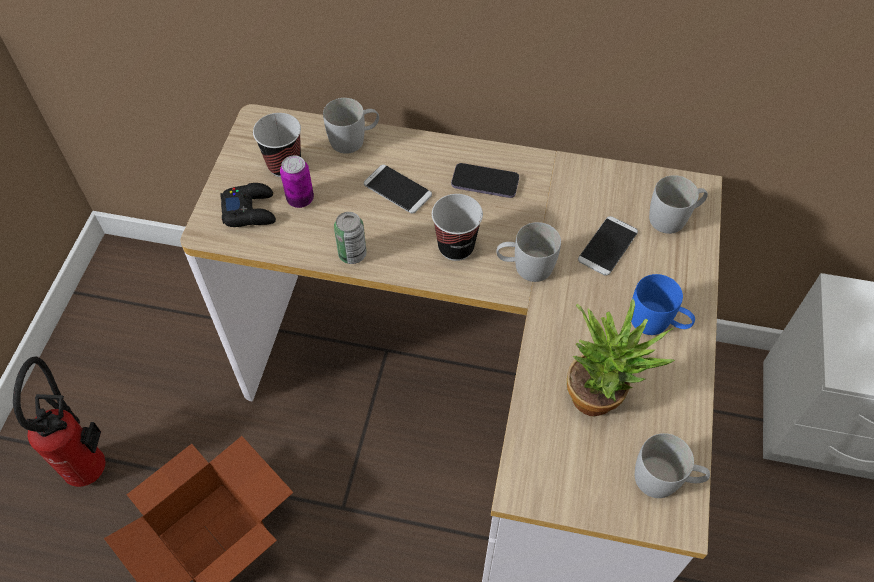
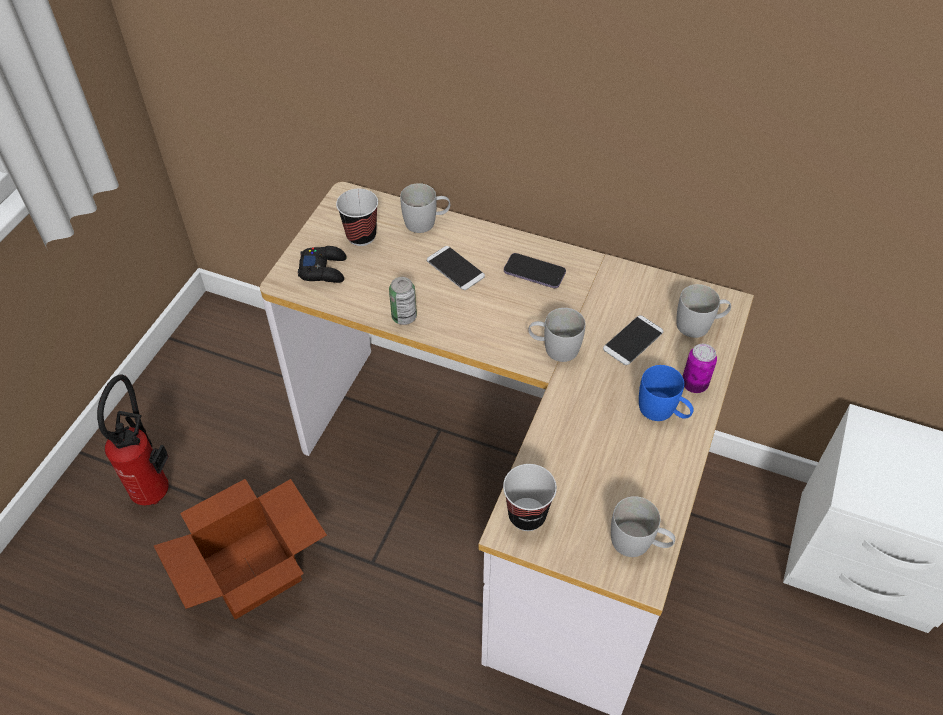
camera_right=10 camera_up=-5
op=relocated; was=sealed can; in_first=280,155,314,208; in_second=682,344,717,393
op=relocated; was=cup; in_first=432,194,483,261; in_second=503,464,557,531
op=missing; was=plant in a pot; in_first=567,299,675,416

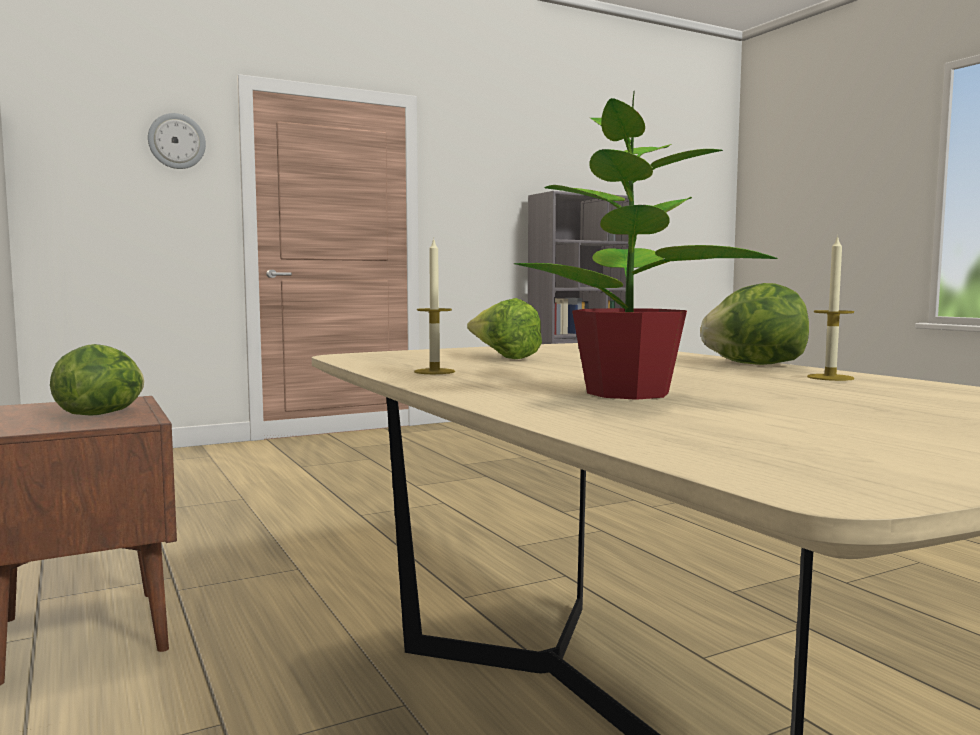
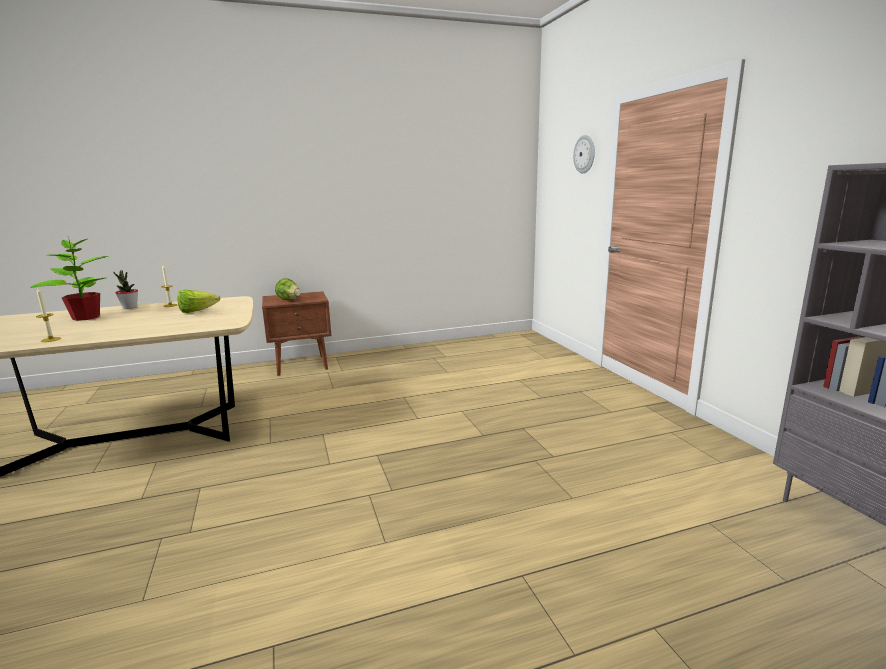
camera_right=100 camera_up=10
op=missing; was=head of lettuce; in_first=700,283,809,365
op=appeared; now=plant in a pot; in_second=113,270,138,309

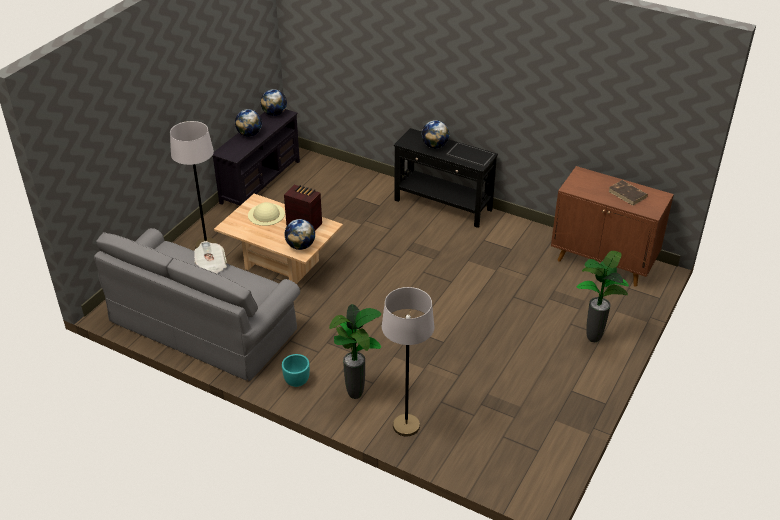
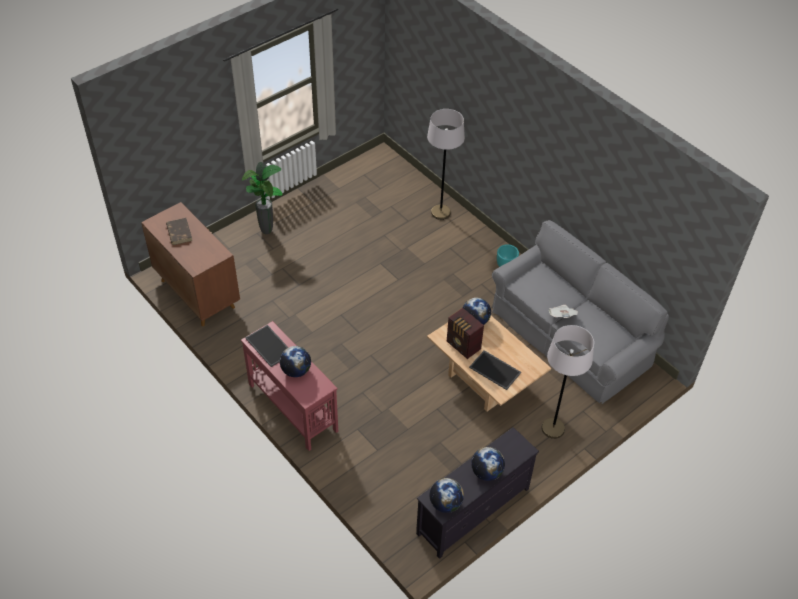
camera_right=-160 camera_up=10
op=colour; was=black-coloured narrow table; now=red-coloured narrow table; in_first=394,128,498,228; in_second=241,321,338,451
op=exchanged; was=sand-coloured hat; now=tray; in_first=248,202,285,226; in_second=469,350,521,390
op=missing; was=plant in a pot; in_first=329,304,381,399

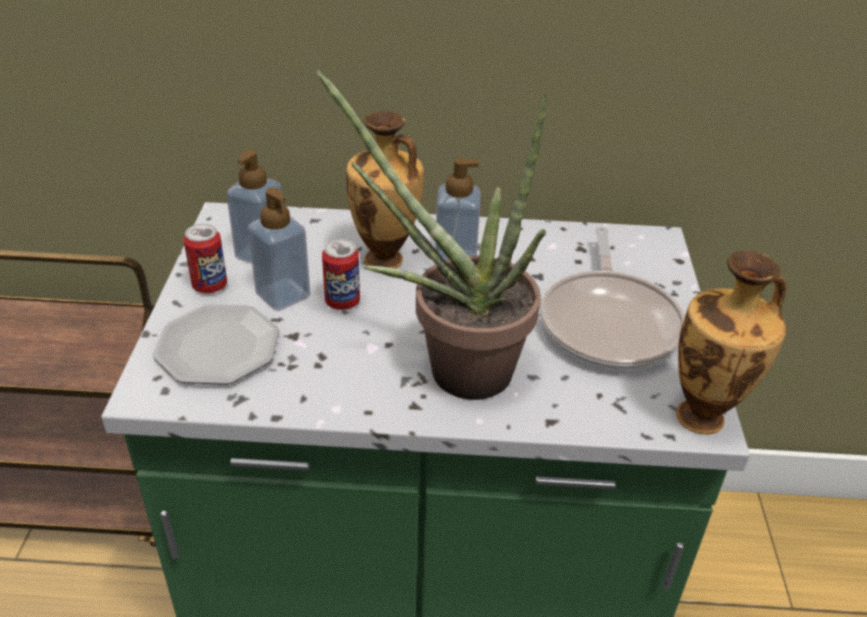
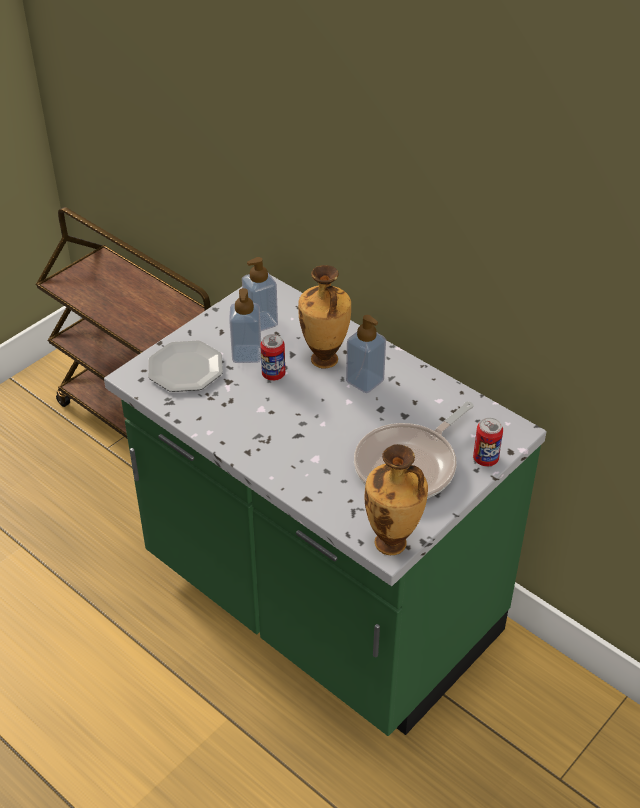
camera_right=40 camera_up=5
op=missing; was=plant in a pot; in_first=316,70,547,400
op=relocated; was=sealed can; in_first=183,224,227,293; in_second=473,418,503,467

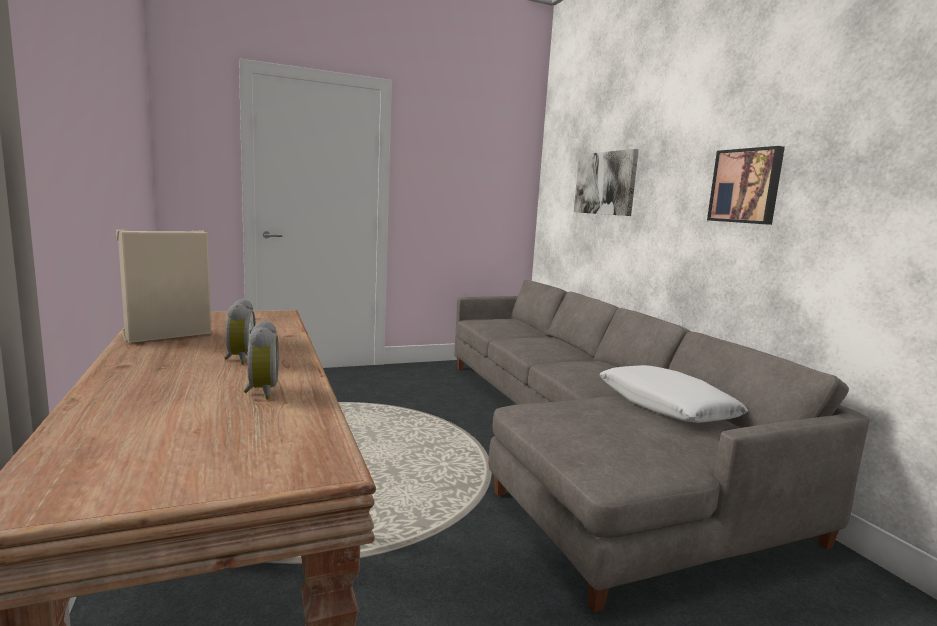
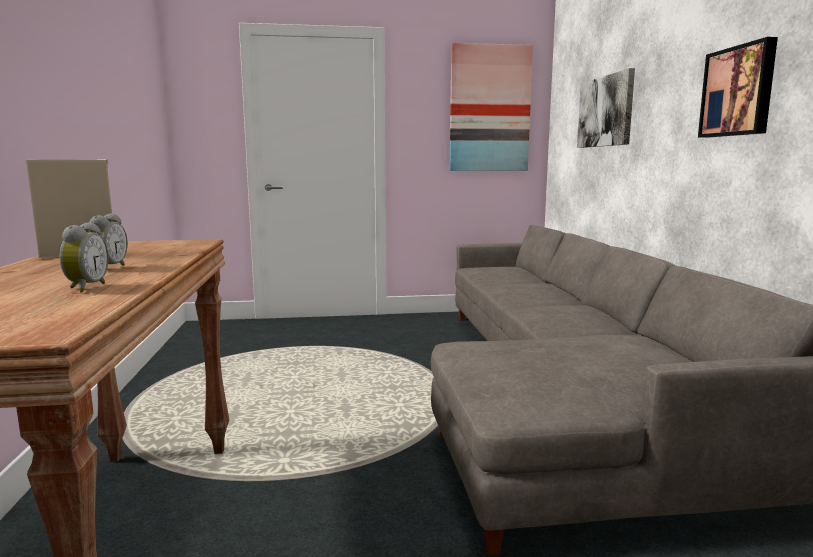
camera_right=15 camera_up=0
op=missing; was=whitish pillow; in_first=599,365,748,423
op=appeared; now=wall art; in_second=450,43,533,171

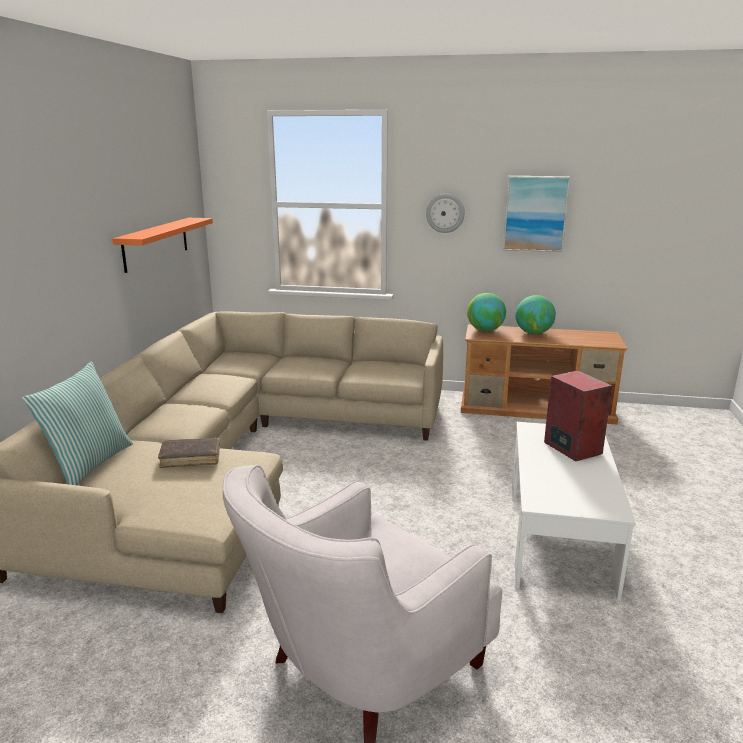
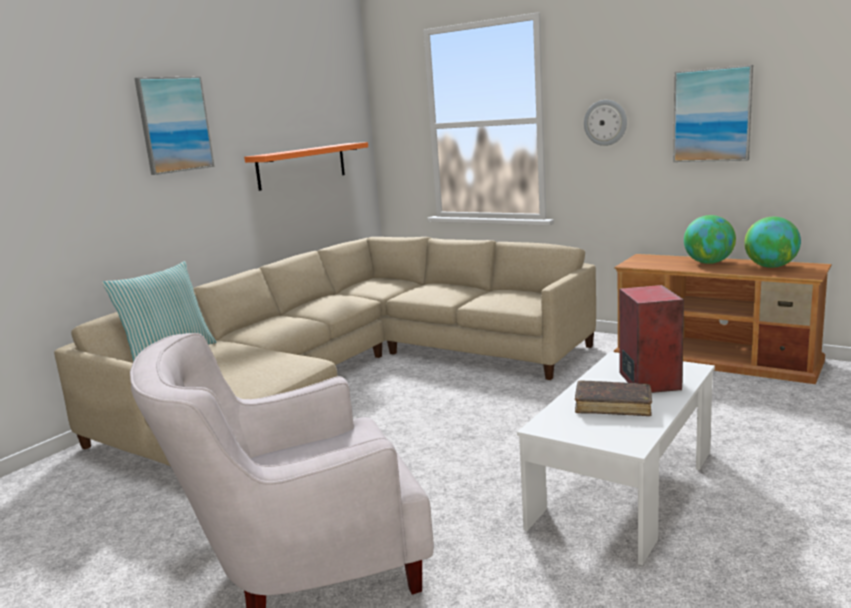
camera_right=25 camera_up=-5
op=relocated; was=desk globe; in_first=467,293,506,331; in_second=744,217,801,268
op=relocated; was=brown volume; in_first=158,438,220,468; in_second=575,381,652,416
op=appeared; now=wall art; in_second=134,76,215,175

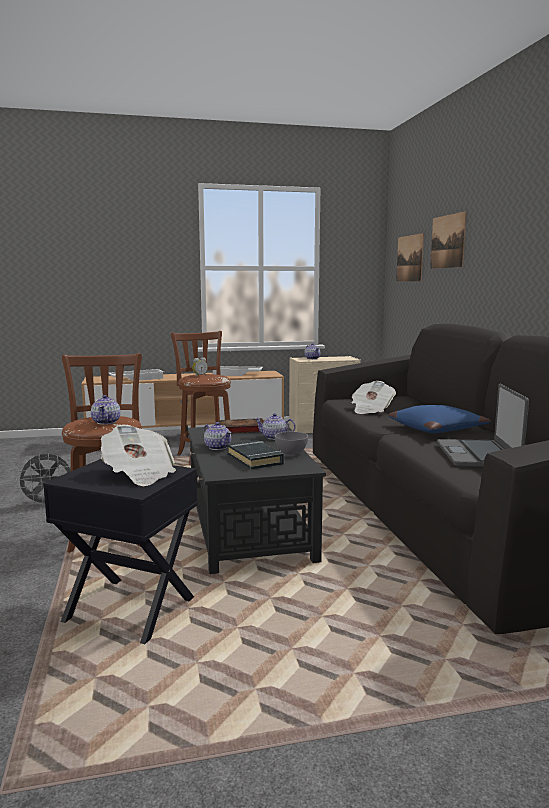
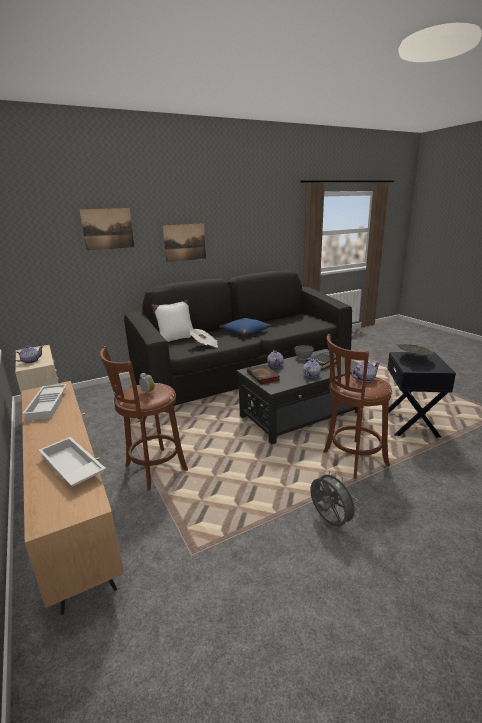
camera_right=-105 camera_up=10
op=relocated; was=wall art; in_first=396,233,424,282; in_second=163,223,206,262
op=missing; was=notebook computer; in_first=437,384,529,467
op=appeared; now=whitish pillow; in_second=151,300,194,342

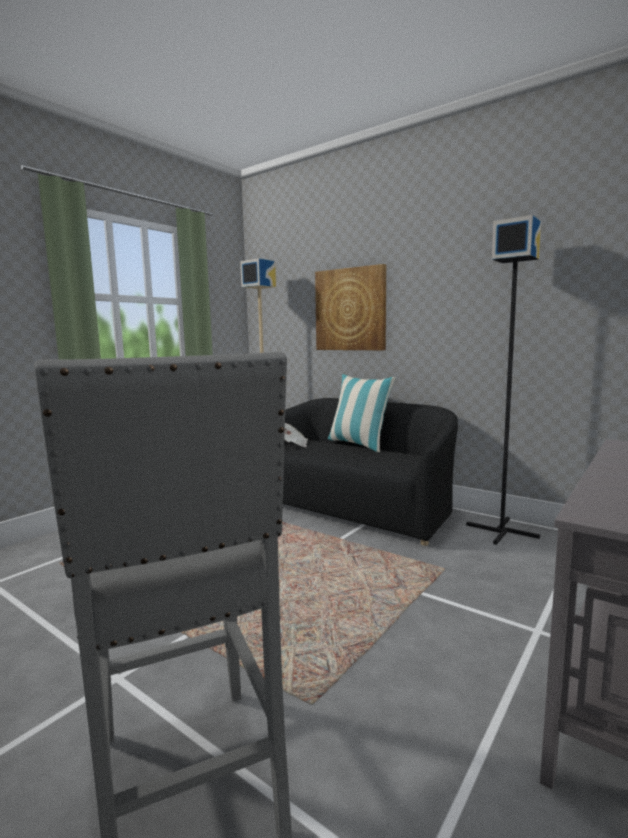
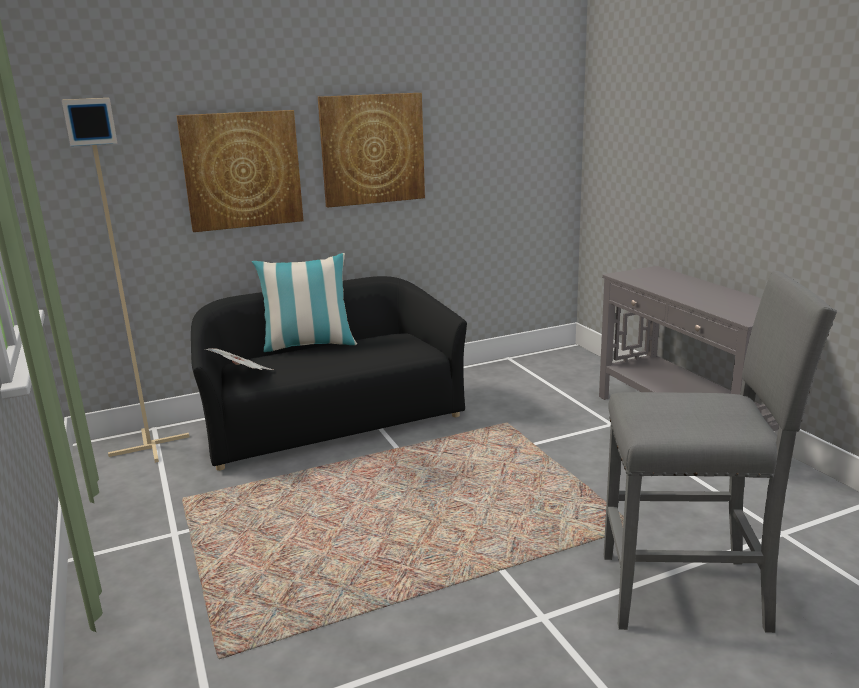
camera_right=-60 camera_up=10
op=missing; was=black-coloured floor lamp; in_first=466,215,541,545
op=appeared; now=wall art; in_second=318,93,425,207

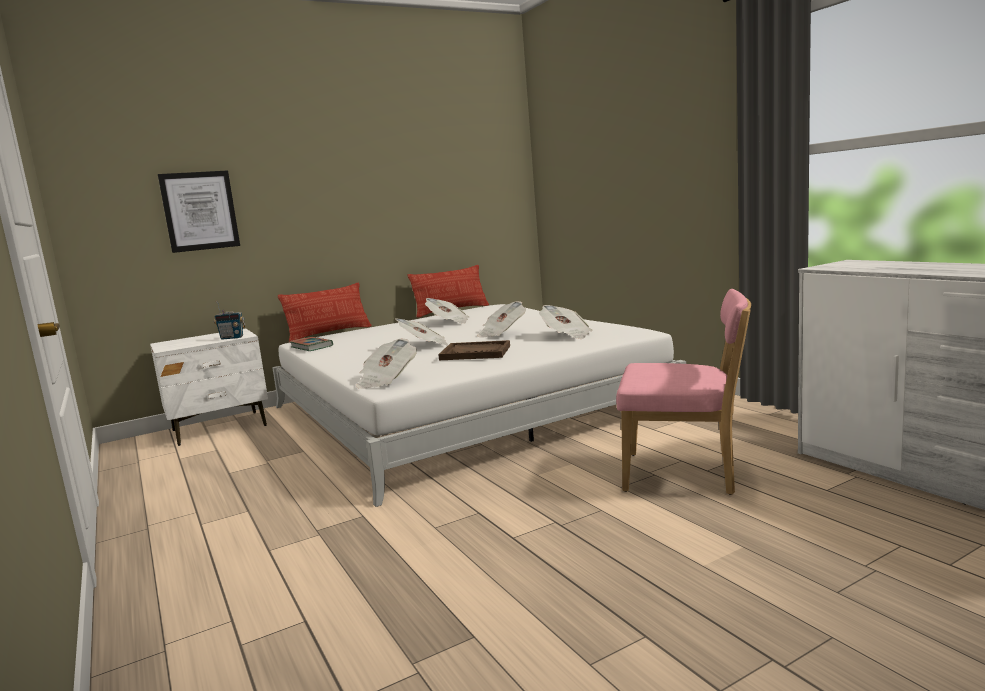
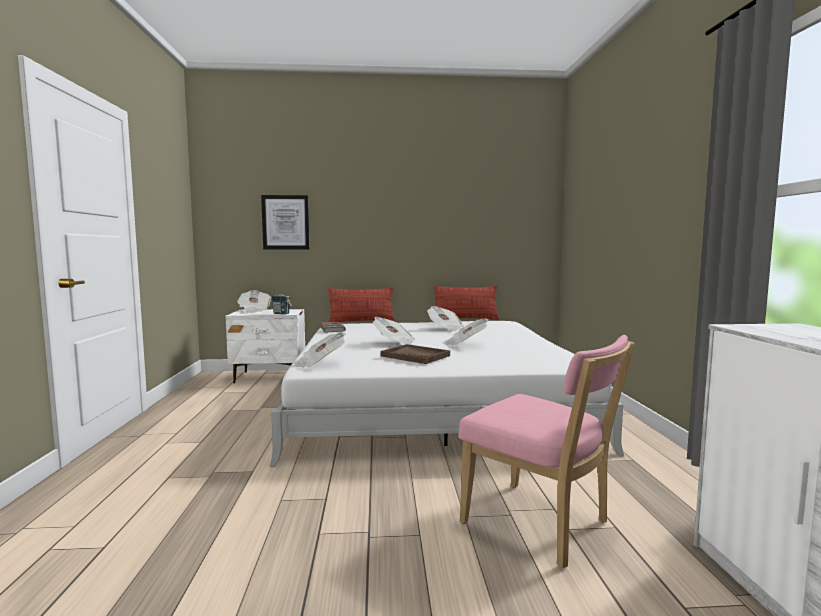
camera_right=25 camera_up=-5
op=relocated; was=printed paper; in_first=539,305,592,339; in_second=237,290,271,313

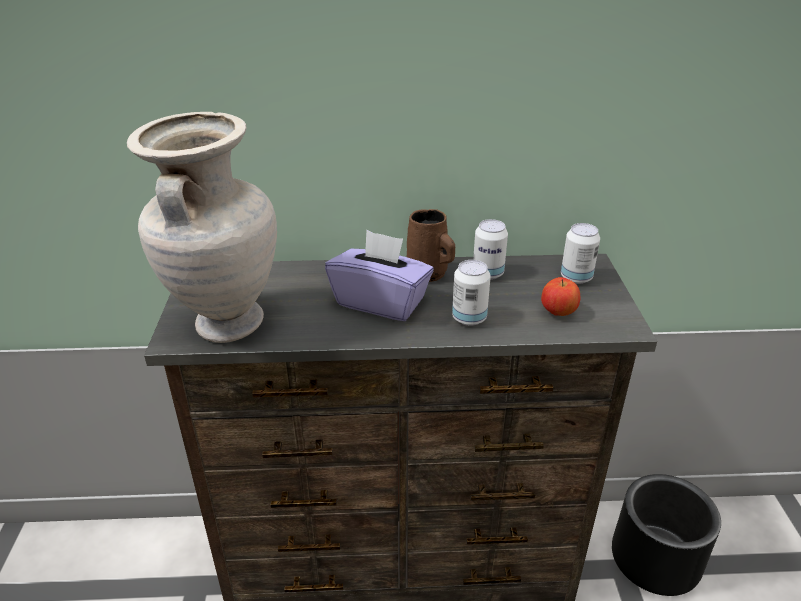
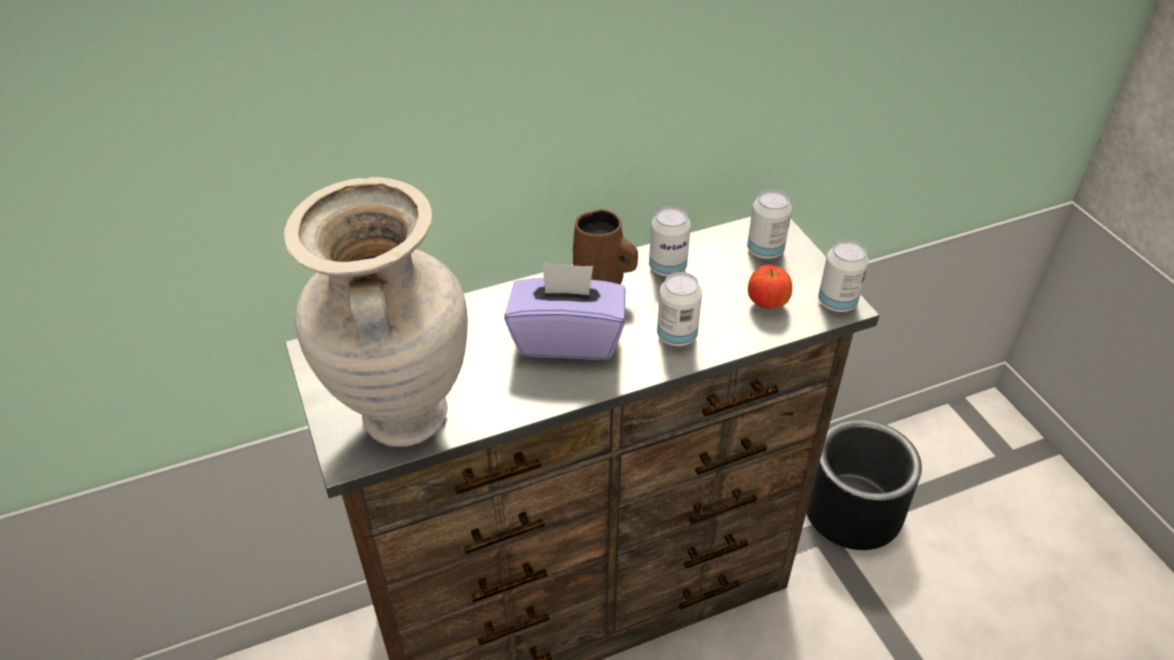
camera_right=-20 camera_up=10
op=appeared; now=sealed can; in_second=818,240,869,312

